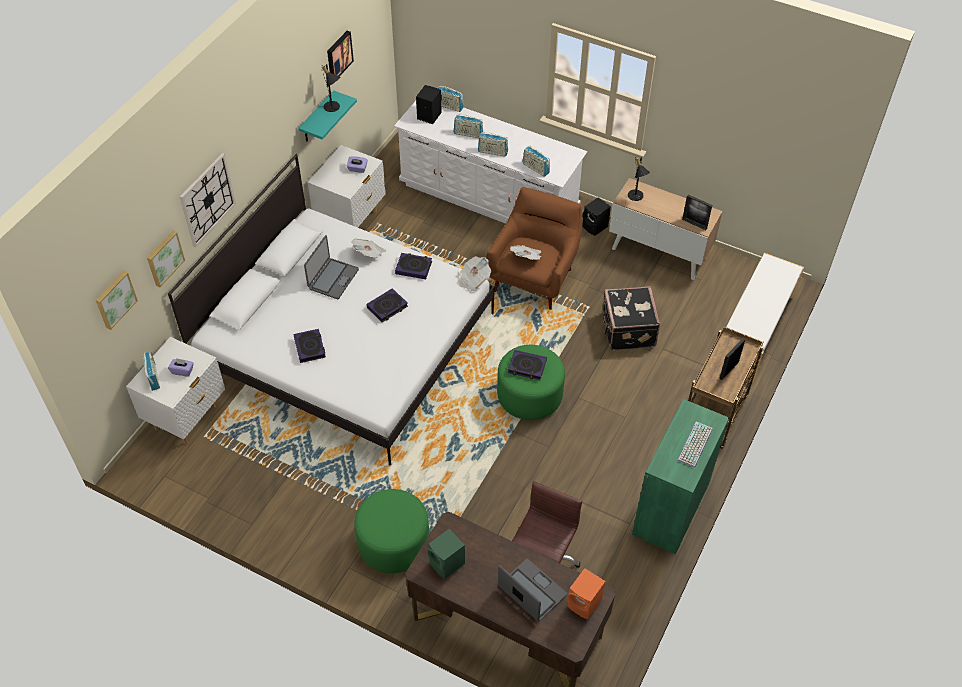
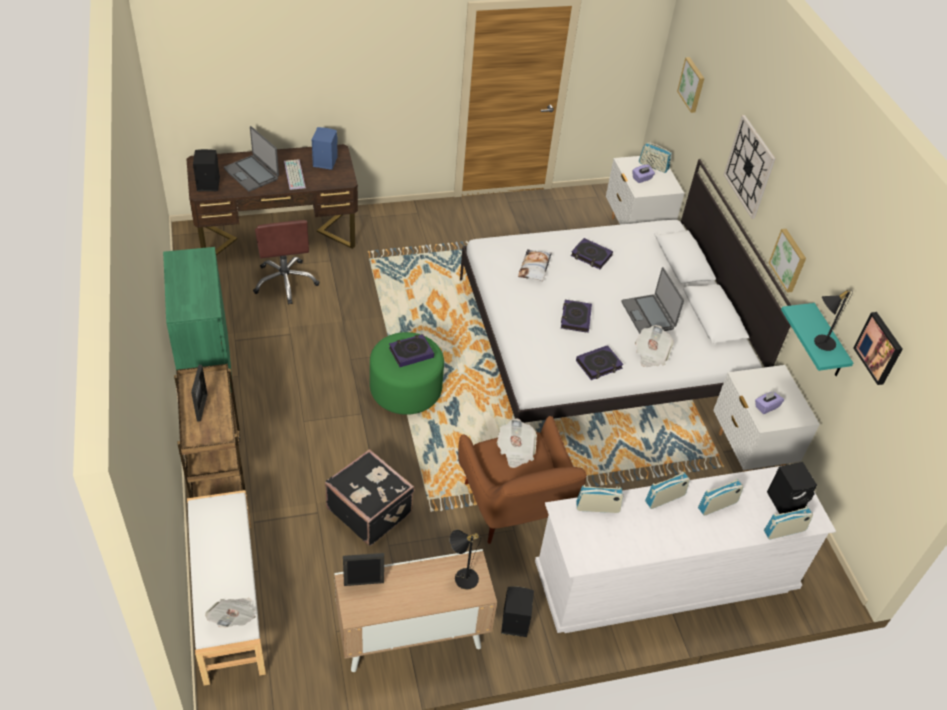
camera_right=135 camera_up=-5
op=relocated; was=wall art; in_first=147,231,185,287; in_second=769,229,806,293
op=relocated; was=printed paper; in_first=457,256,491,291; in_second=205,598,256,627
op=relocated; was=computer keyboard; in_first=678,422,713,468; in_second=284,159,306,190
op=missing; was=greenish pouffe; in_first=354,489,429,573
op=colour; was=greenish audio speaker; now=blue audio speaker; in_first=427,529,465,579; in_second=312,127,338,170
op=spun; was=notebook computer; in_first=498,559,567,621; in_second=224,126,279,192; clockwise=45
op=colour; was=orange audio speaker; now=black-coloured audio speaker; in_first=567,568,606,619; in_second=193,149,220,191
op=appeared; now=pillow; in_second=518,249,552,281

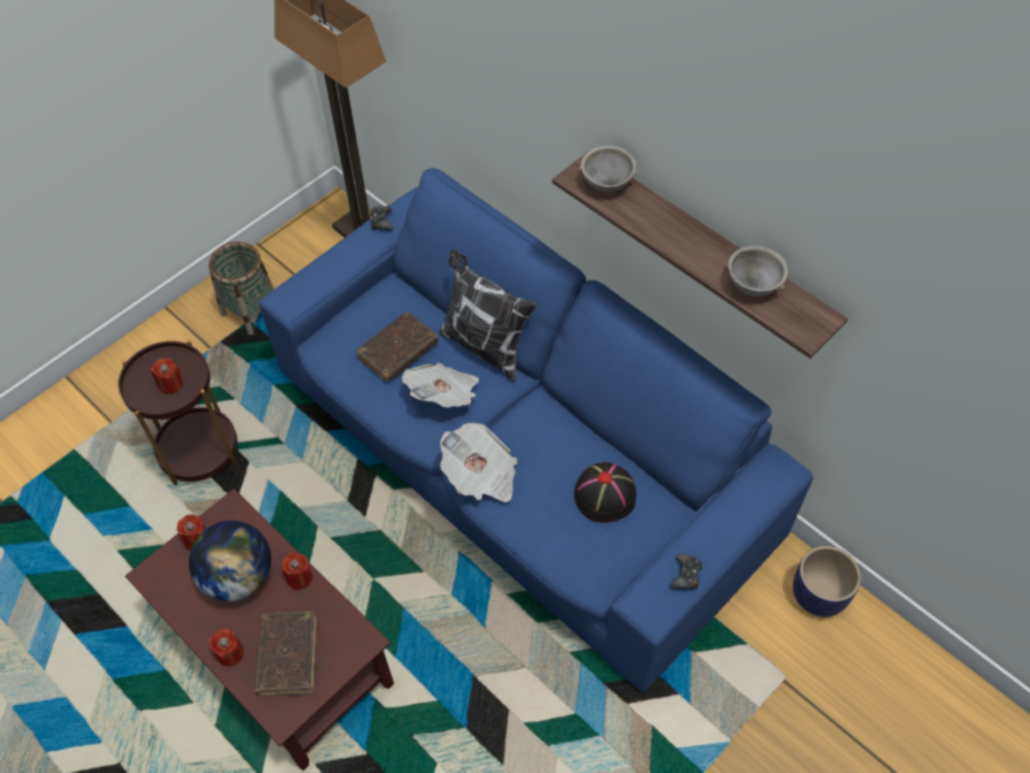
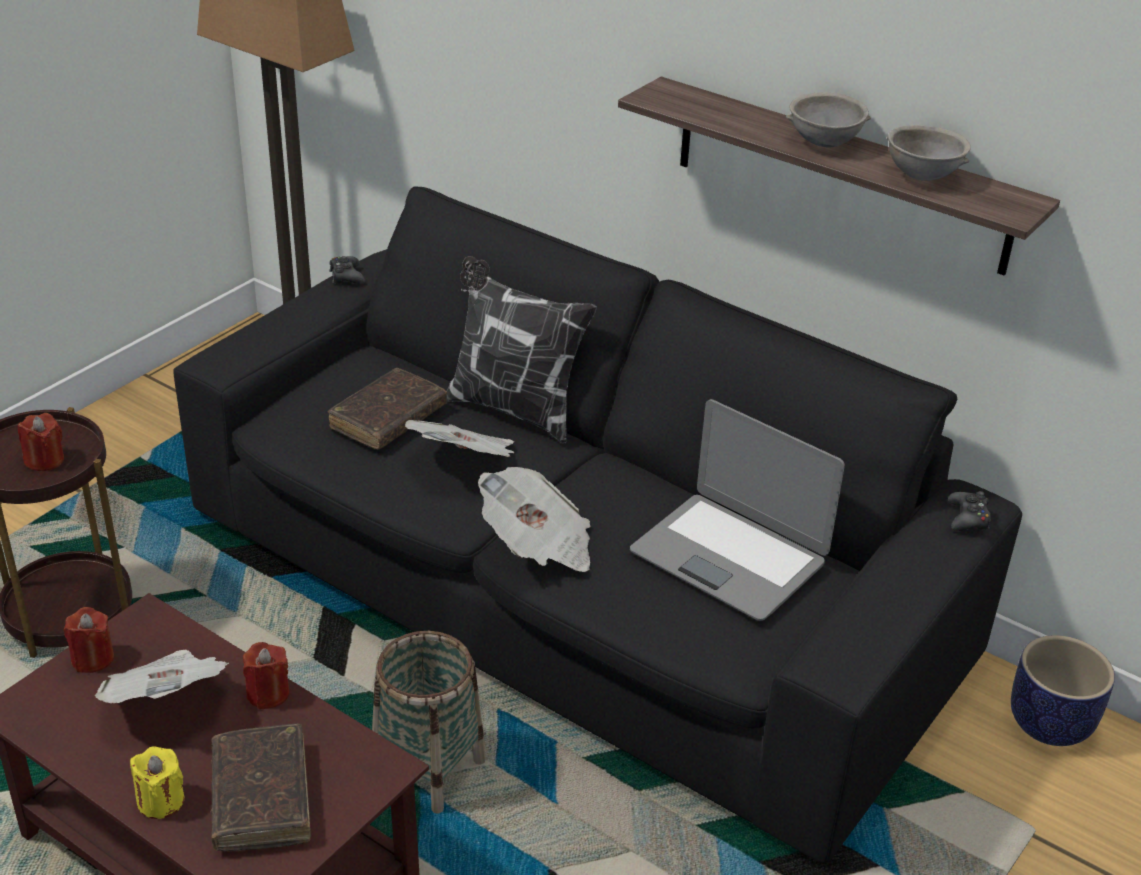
camera_right=-10 camera_up=-20
op=relocated; was=grey deep dish; in_first=579,146,638,192; in_second=786,92,871,147
op=colour; was=blue sofa; now=black-coloured sofa; in_first=259,168,813,692; in_second=173,186,1022,863
op=relocated; was=basket; in_first=209,242,274,335; in_second=372,631,485,814
op=exchanged; was=black-coloured hat; now=notebook computer; in_first=574,462,637,523; in_second=630,399,845,621
op=exchanged; was=desk globe; now=printed paper; in_first=189,520,272,602; in_second=95,650,229,703
op=relocated; was=black-coloured gamepad; in_first=670,554,702,589; in_second=948,491,991,531
op=colour; was=red-coloured candle; now=yellowish candle; in_first=209,629,244,666; in_second=130,746,185,819

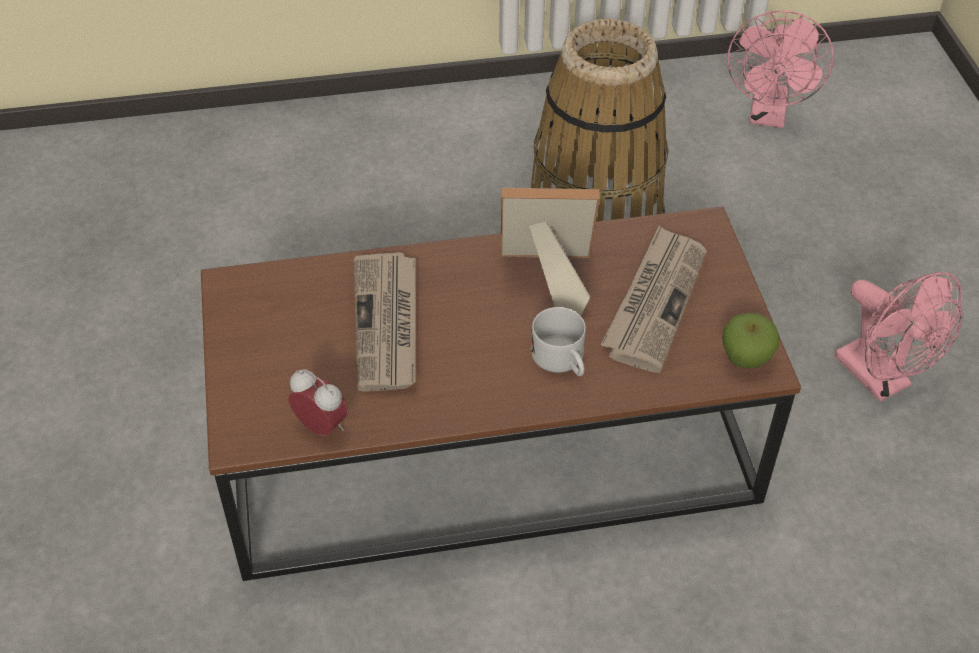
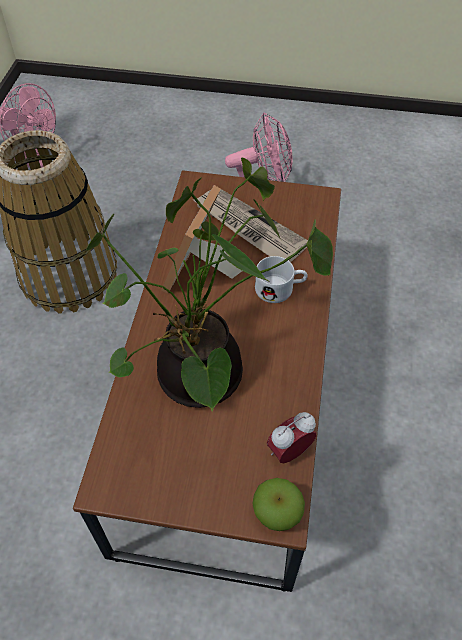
camera_right=-70 camera_up=5
op=exchanged; was=printed paper; now=plant in a pot; in_first=354,252,416,392; in_second=85,158,333,412
op=relocated; was=apple; in_first=722,313,780,369; in_second=252,478,305,531

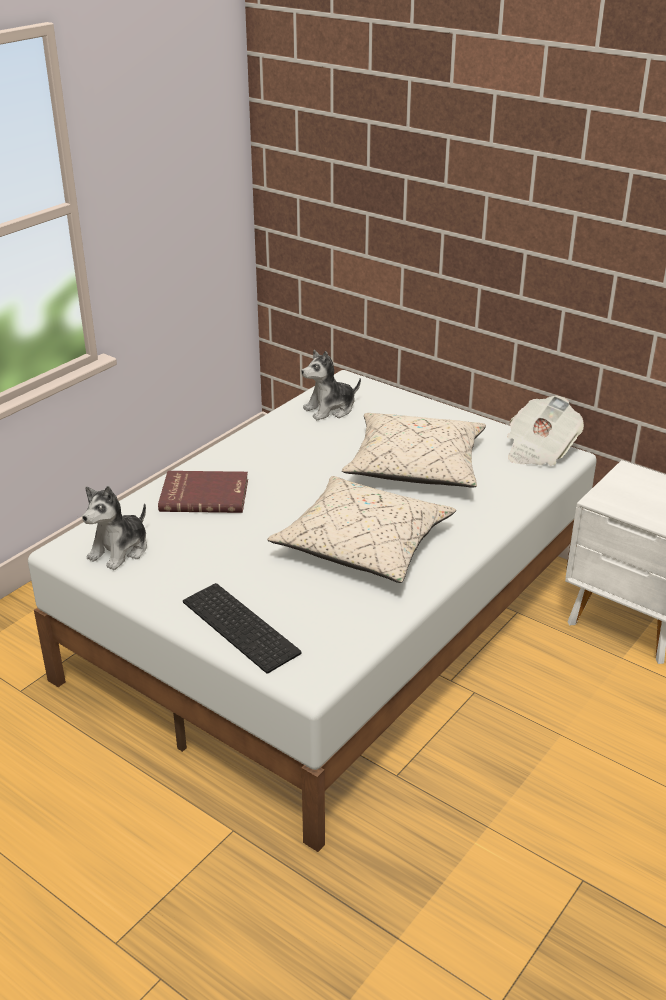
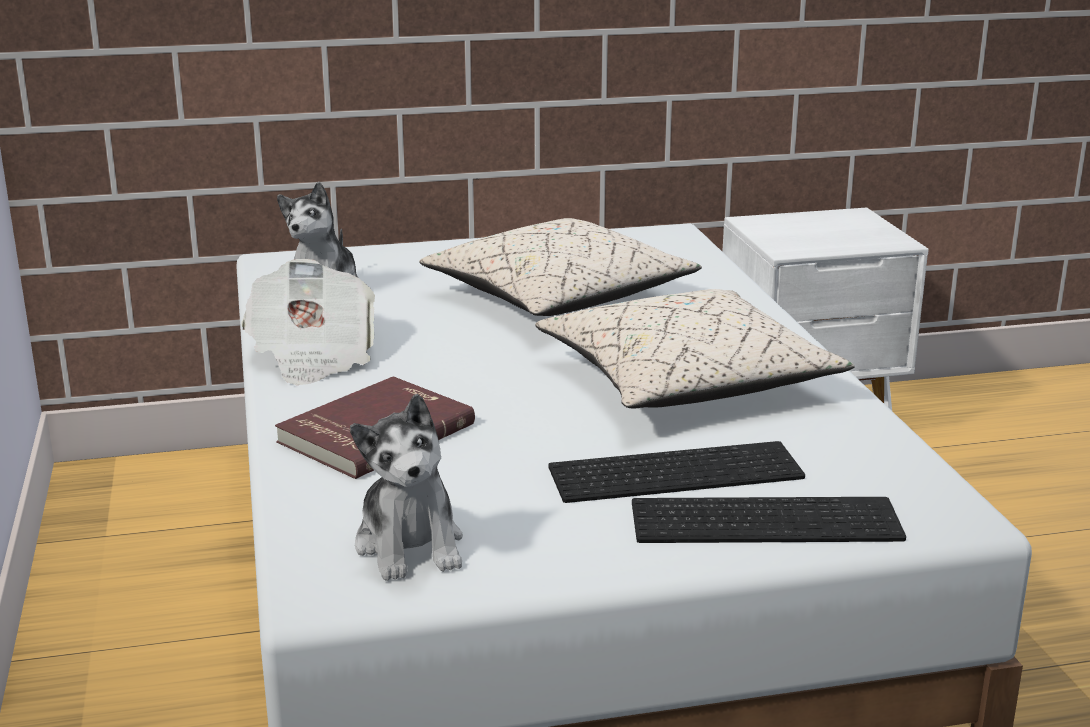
camera_right=-50 camera_up=-10
op=relocated; was=printed paper; in_first=507,396,584,466; in_second=241,259,375,385
op=appeared; now=computer keyboard; in_second=549,441,805,503

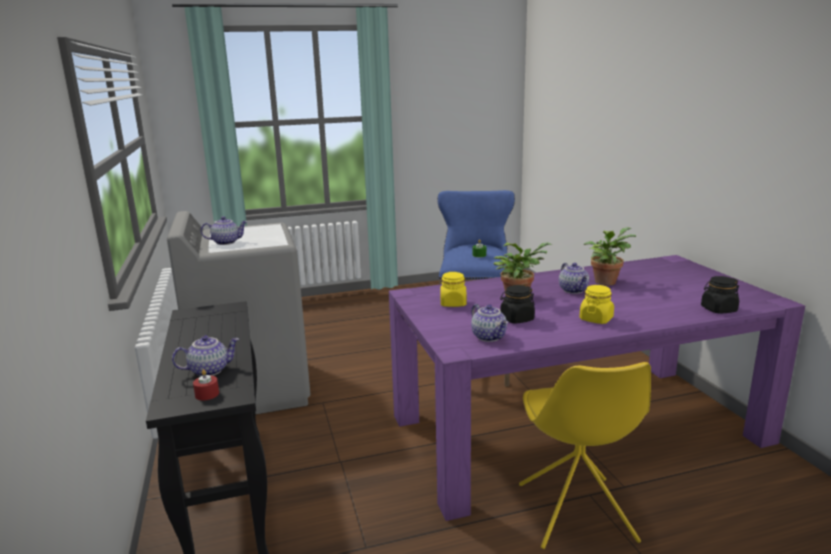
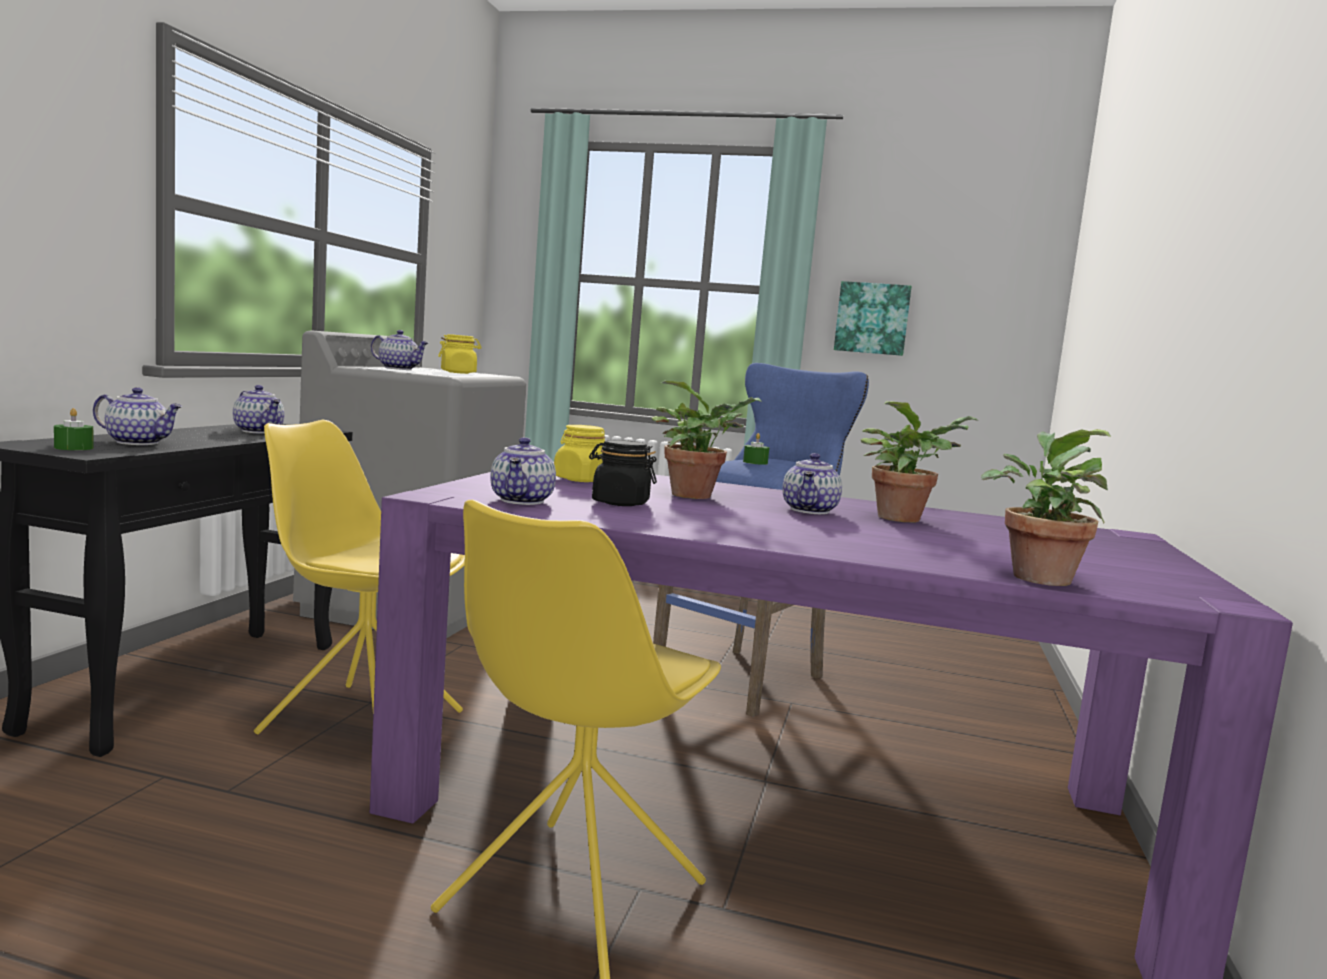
camera_right=30 camera_up=-10
op=exchanged; was=black-coloured storage jar; now=plant in a pot; in_first=701,276,739,313; in_second=981,429,1111,586
op=relocated; was=yellowish storage jar; in_first=579,285,614,324; in_second=438,334,482,374
op=colour; was=red-coloured candle; now=greenish candle; in_first=193,369,219,400; in_second=54,408,94,450
op=appeared; now=wall art; in_second=834,281,912,356
op=appeared; now=tea pot; in_second=233,385,284,434
op=appeared; now=yellowish upright chair; in_second=254,420,465,734

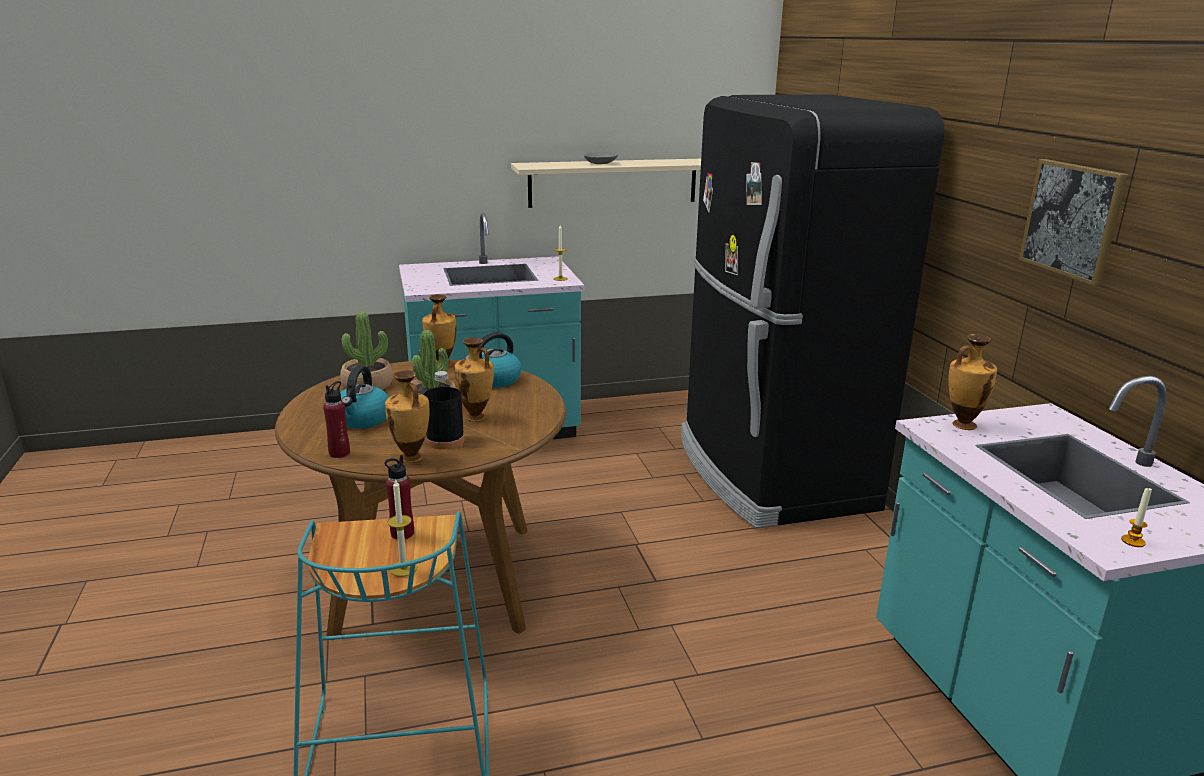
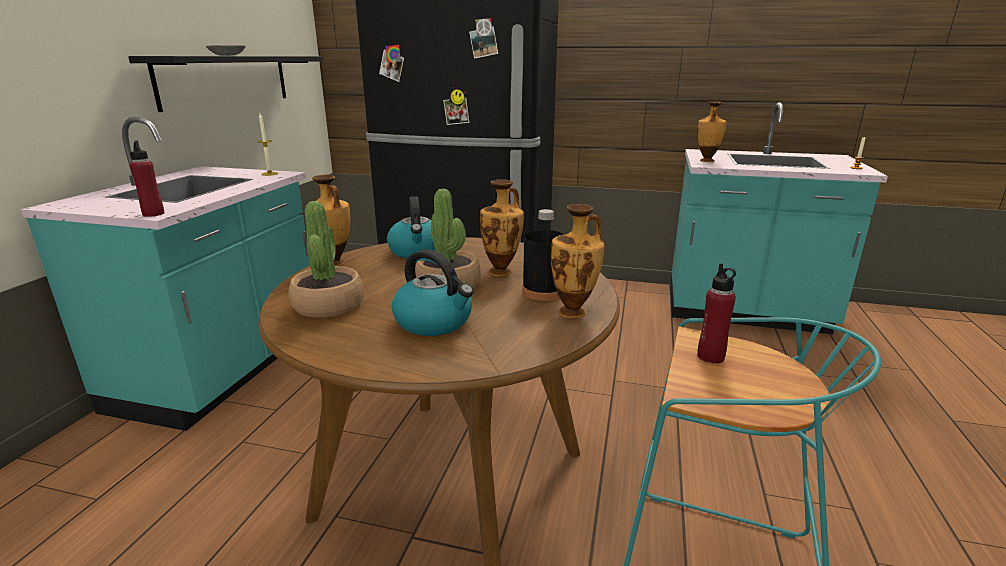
camera_right=-60 camera_up=0
op=colour; was=sand-coloured shelf; now=black-coloured shelf; in_first=511,159,701,208; in_second=128,56,323,112
op=missing; was=wall art; in_first=1019,159,1128,286
op=relocated; was=red-coloured beverage bottle; in_first=323,381,350,458; in_second=130,140,165,217
op=missing; was=candle; in_first=387,480,418,577

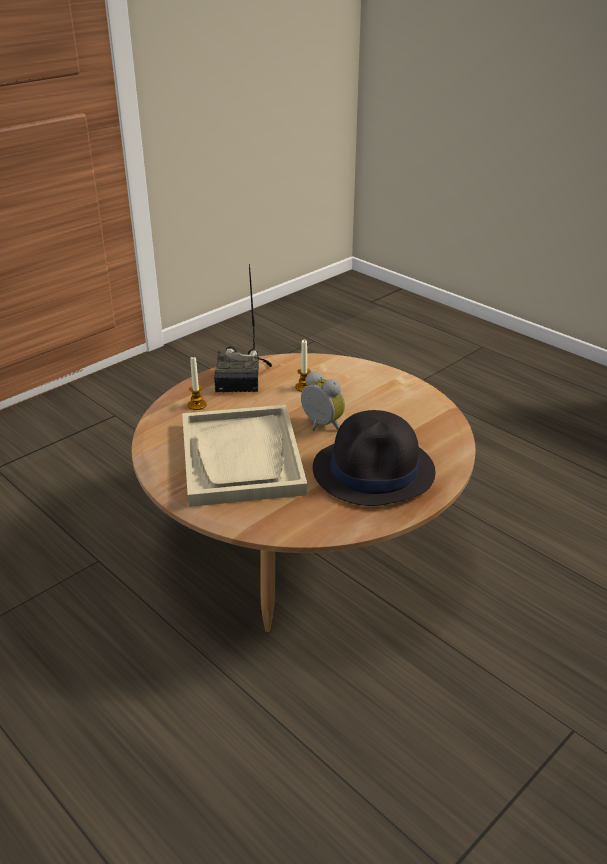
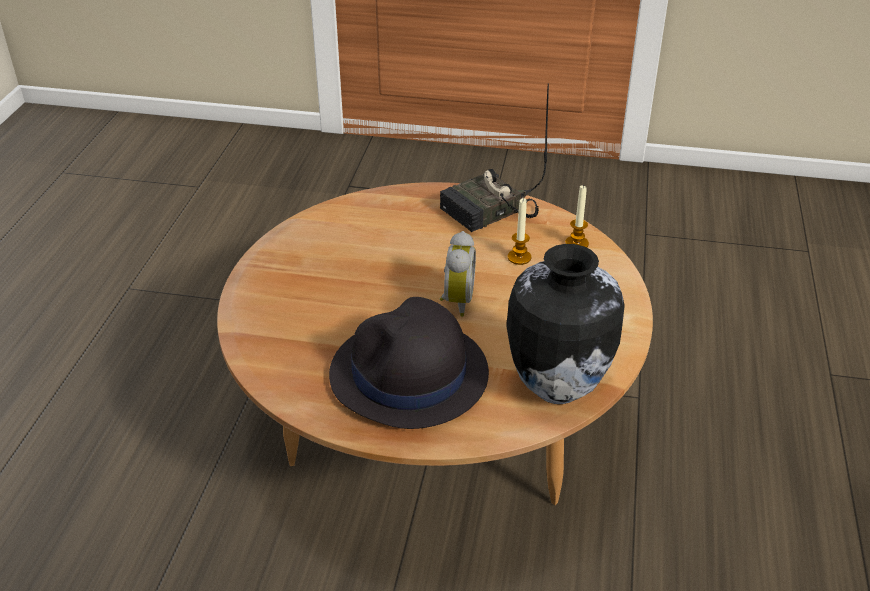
camera_right=55 camera_up=5
op=relocated; was=candle; in_first=188,357,206,410; in_second=565,185,589,248
op=missing; was=sand-coloured tray; in_first=182,405,307,507
op=appeared; now=decorative vase; in_second=506,244,625,404

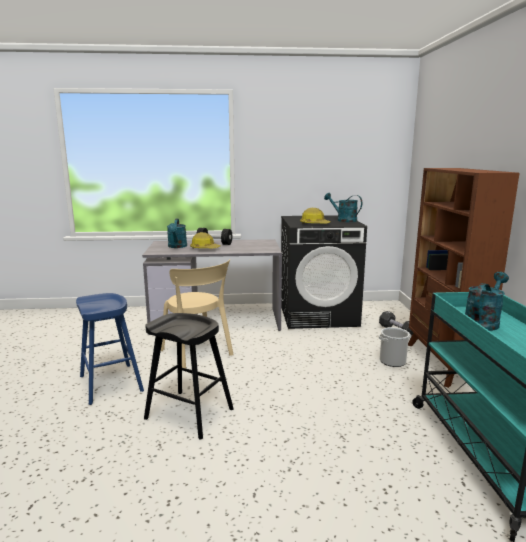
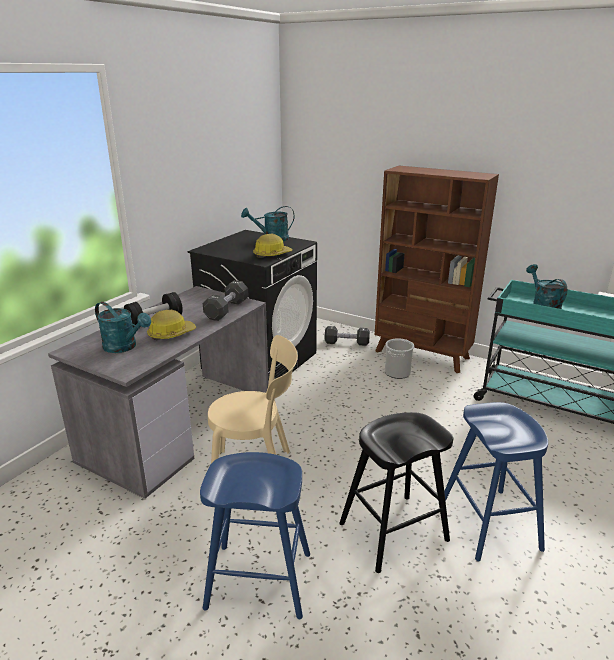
camera_right=-55 camera_up=10
op=appeared; now=black-coloured hand weight; in_second=203,280,249,321
op=appeared; now=blue stool seat; in_second=444,402,548,561

